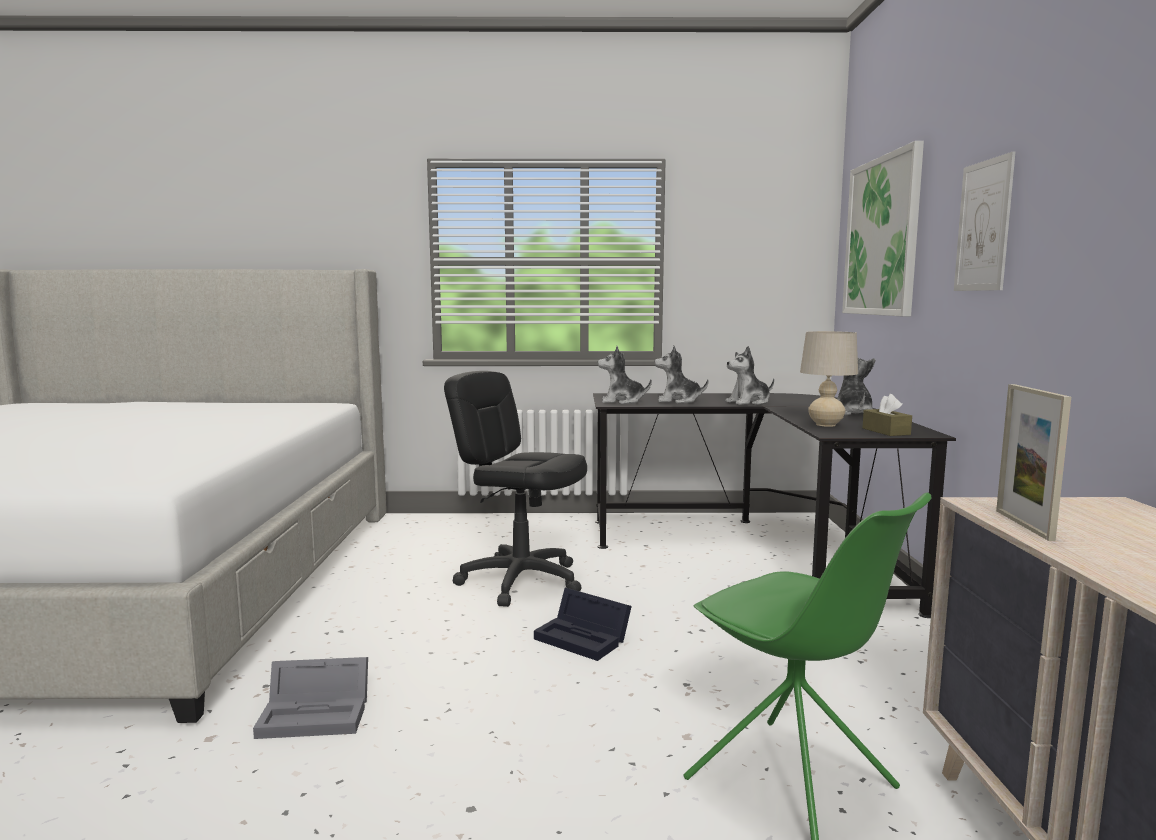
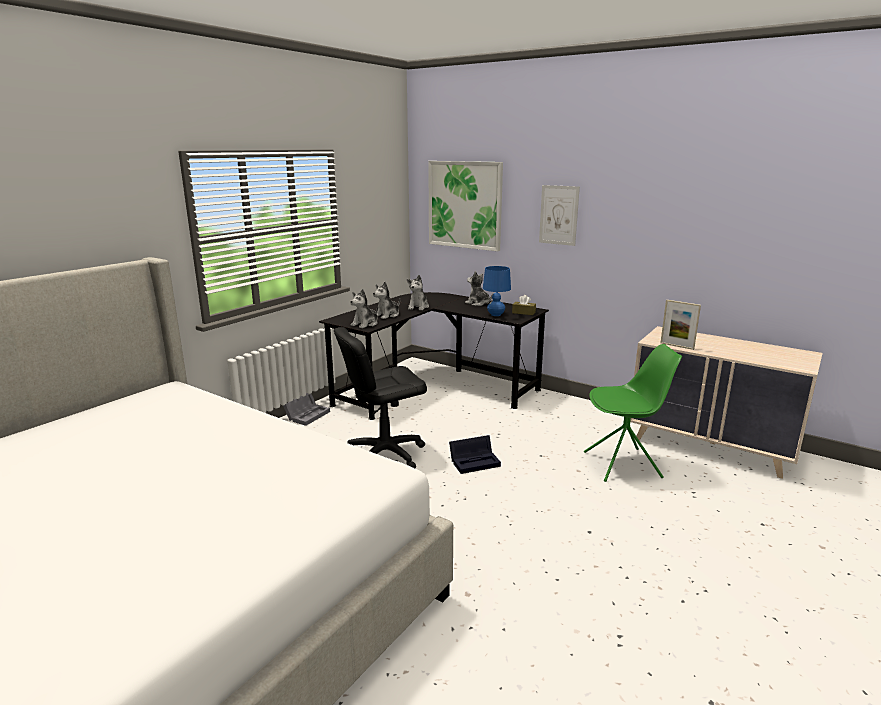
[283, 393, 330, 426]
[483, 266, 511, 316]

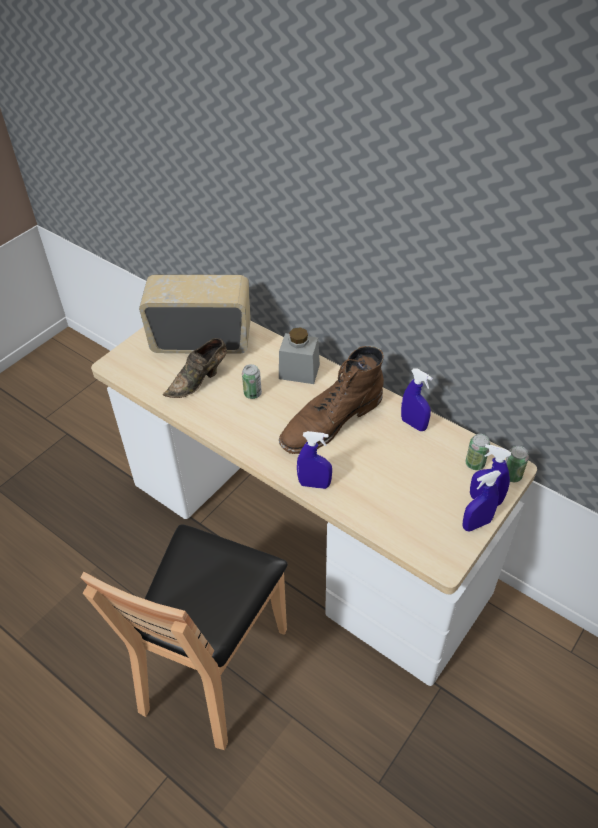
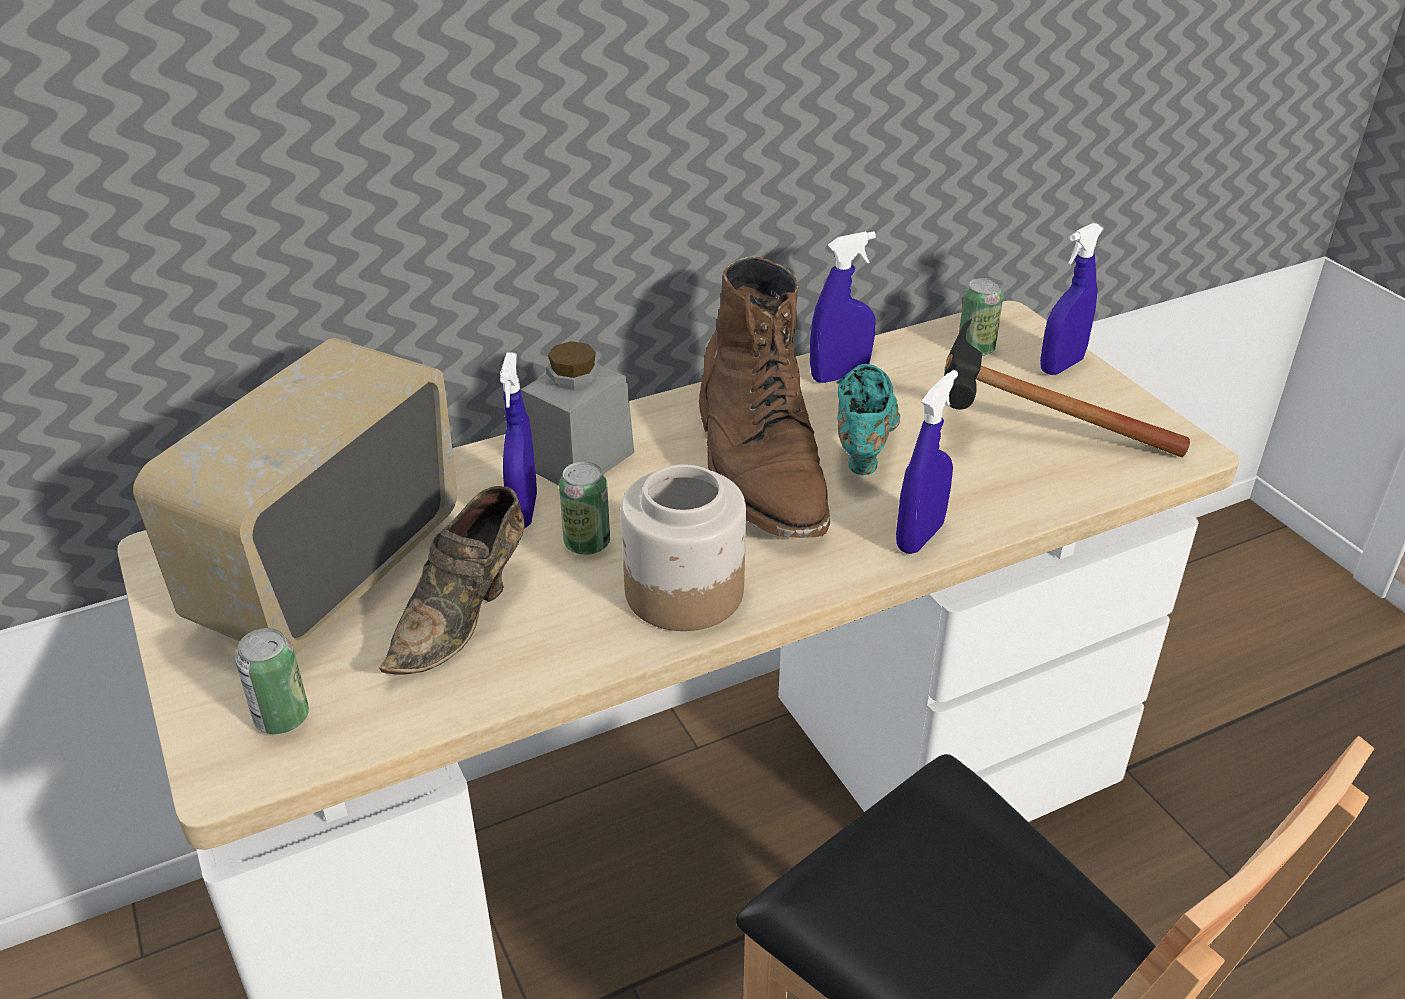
[379, 486, 525, 675]
[500, 352, 537, 528]
[235, 628, 309, 734]
[621, 464, 746, 631]
[836, 364, 900, 475]
[944, 319, 1190, 457]

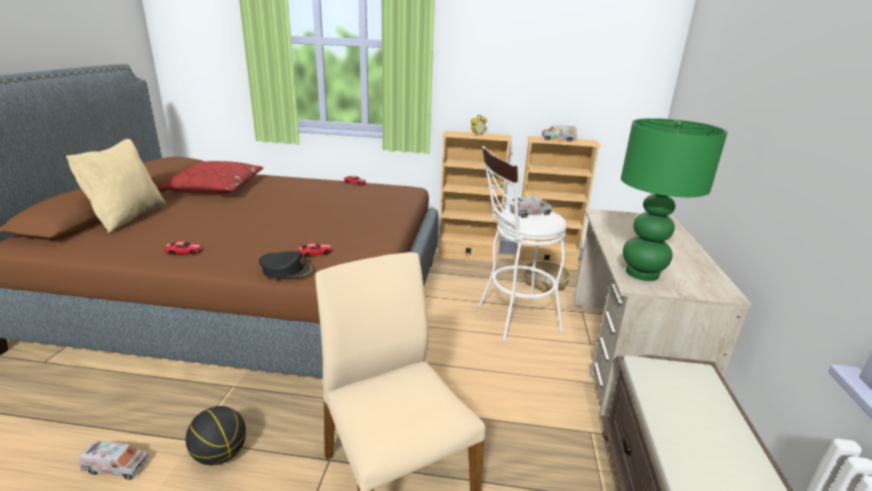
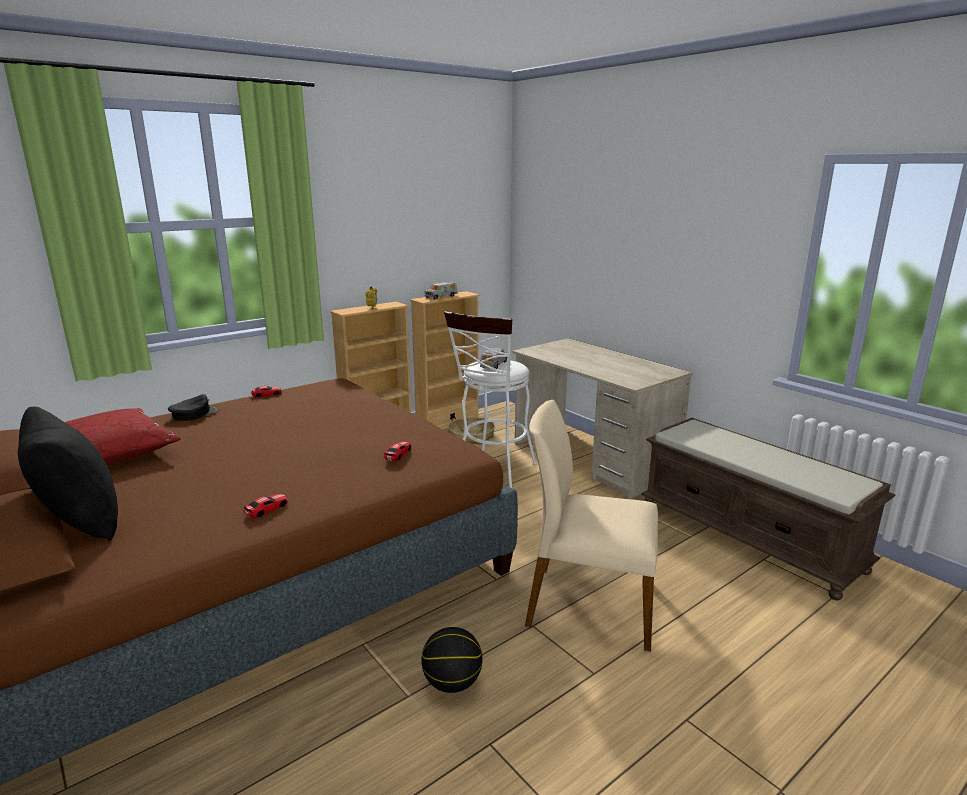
[18, 406, 118, 541]
[79, 441, 149, 480] (first image)
[168, 394, 220, 421]
[621, 118, 728, 281] (first image)

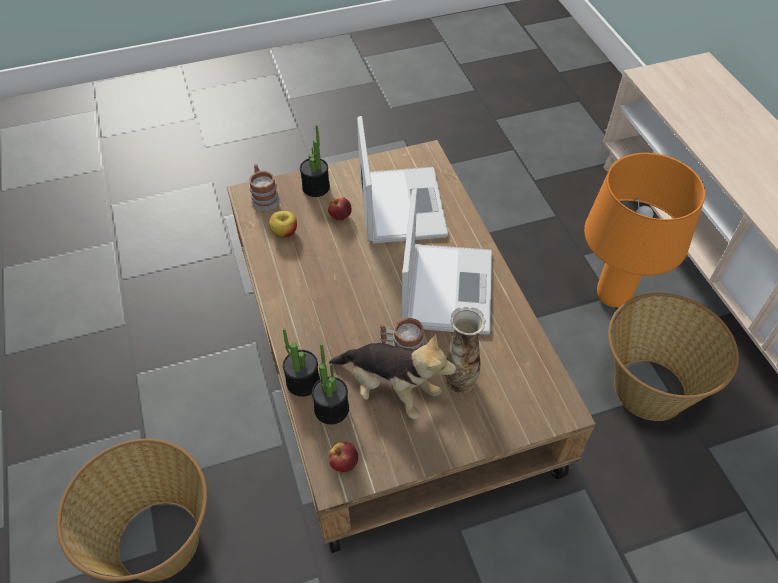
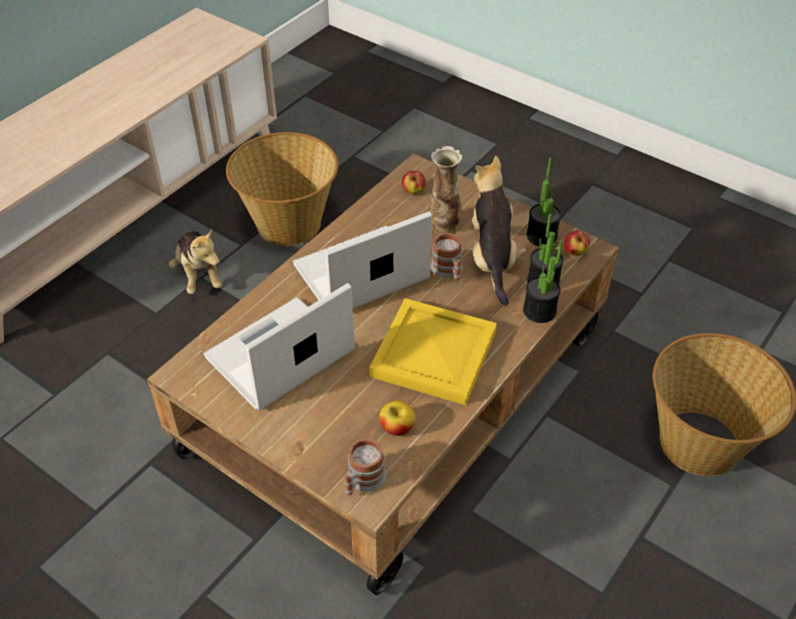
[527, 158, 561, 246]
[402, 171, 426, 194]
[169, 228, 222, 294]
[369, 298, 497, 405]

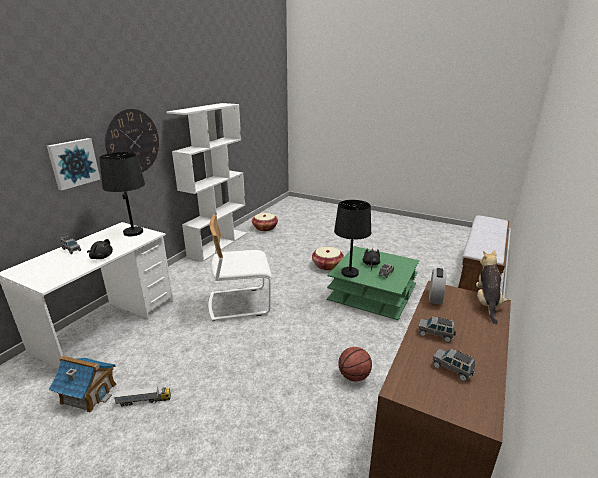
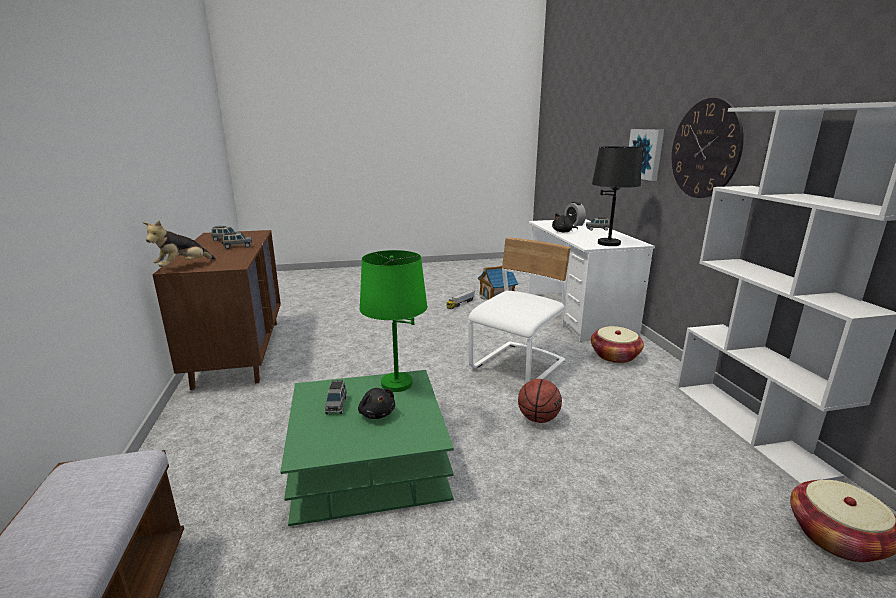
[591, 326, 644, 363]
[360, 250, 427, 392]
[518, 379, 562, 423]
[564, 202, 586, 226]
[143, 220, 216, 267]

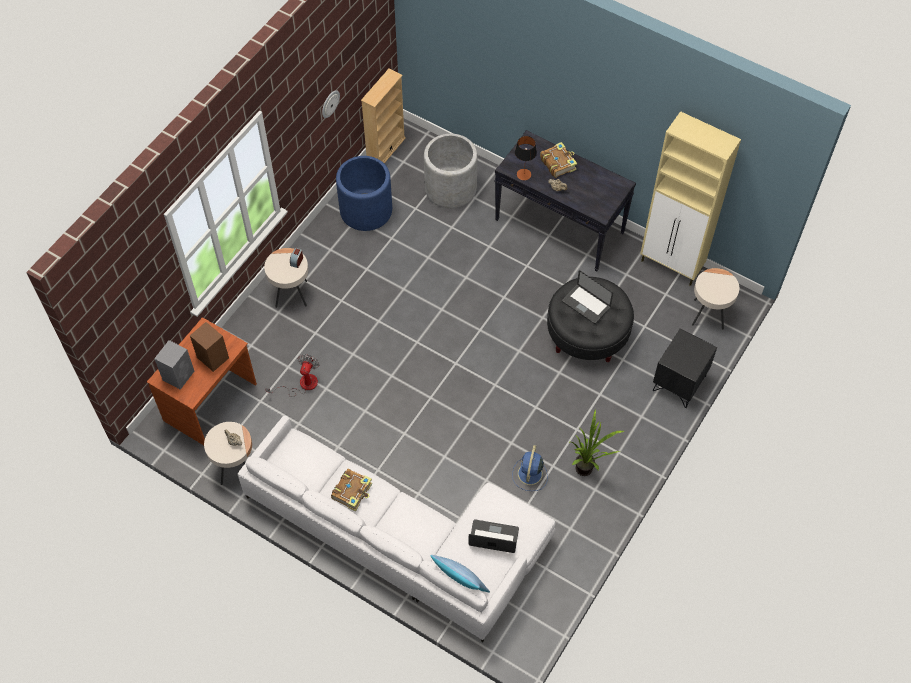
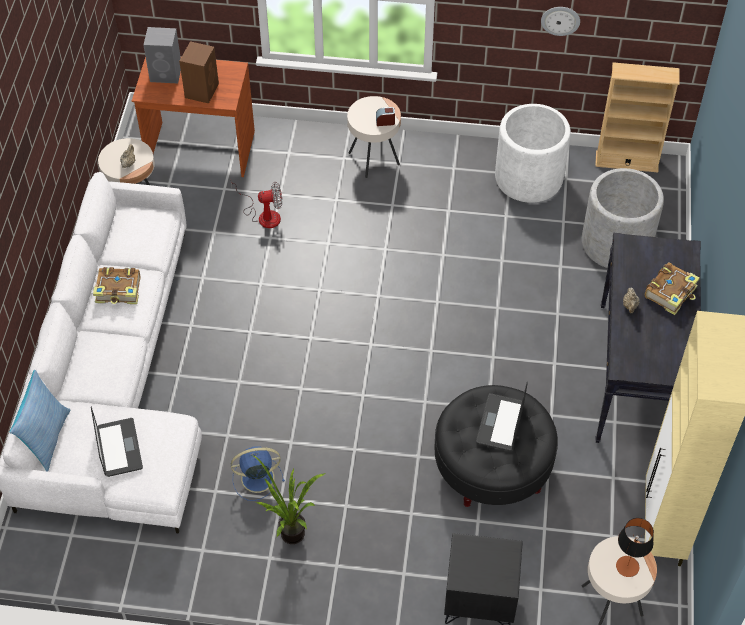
[495, 104, 571, 203]
[616, 518, 654, 577]

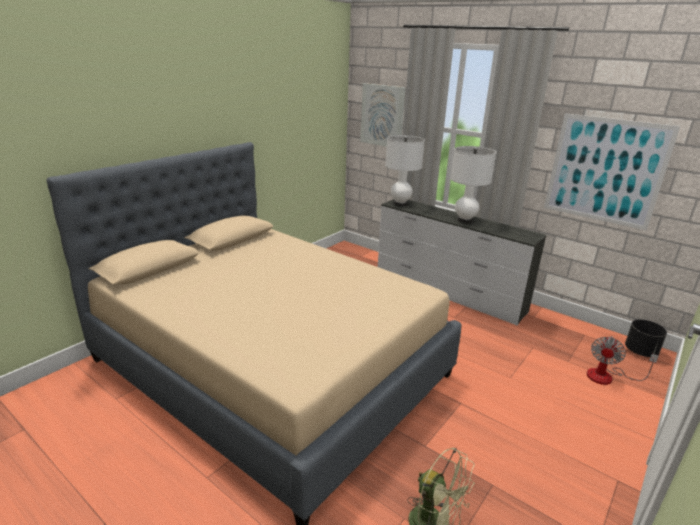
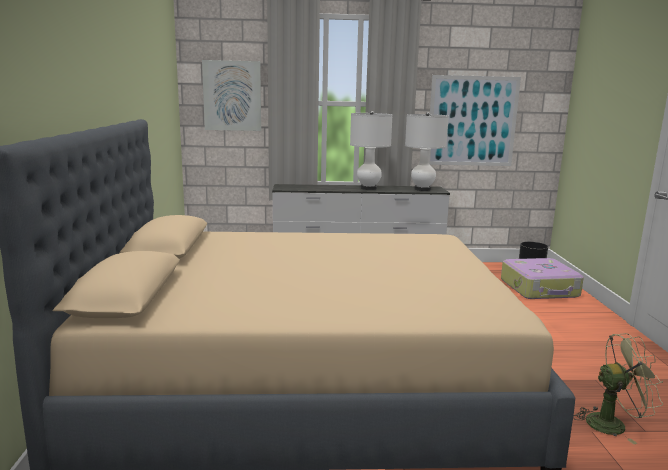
[405, 112, 449, 191]
[501, 258, 584, 299]

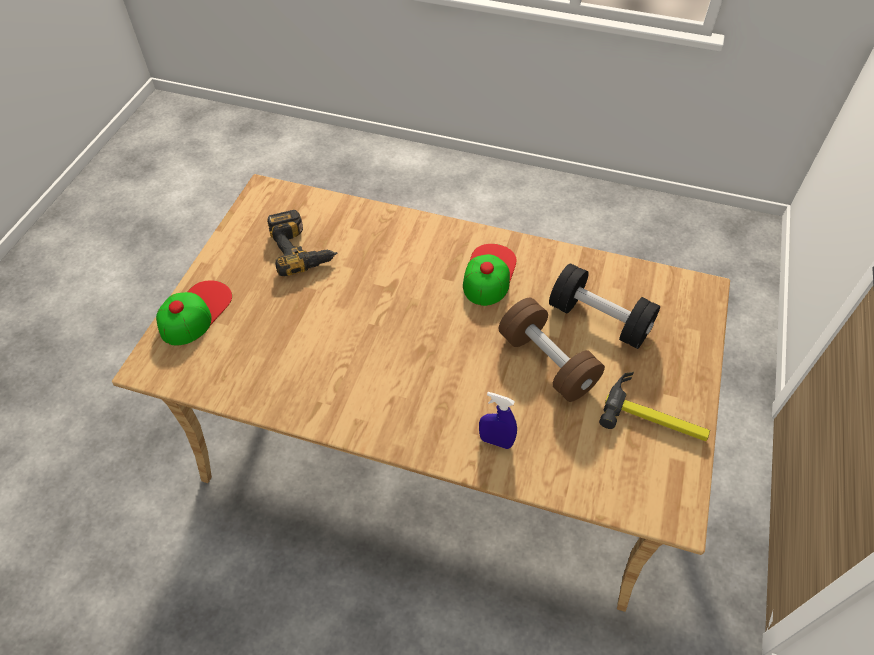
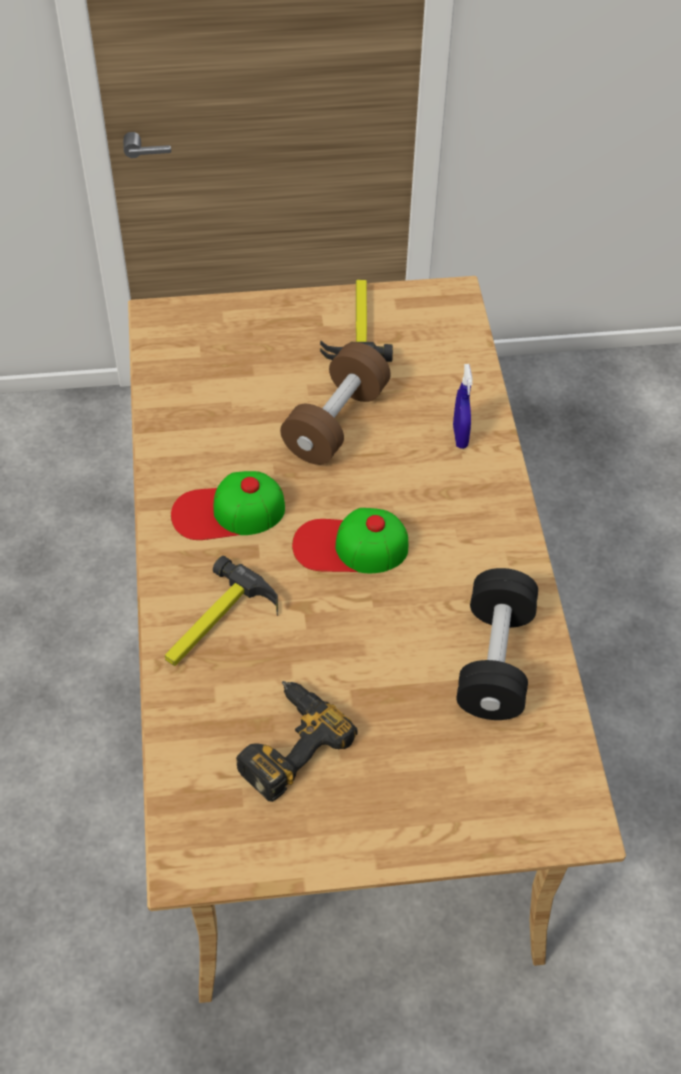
[292, 508, 408, 573]
[456, 568, 538, 720]
[165, 556, 278, 666]

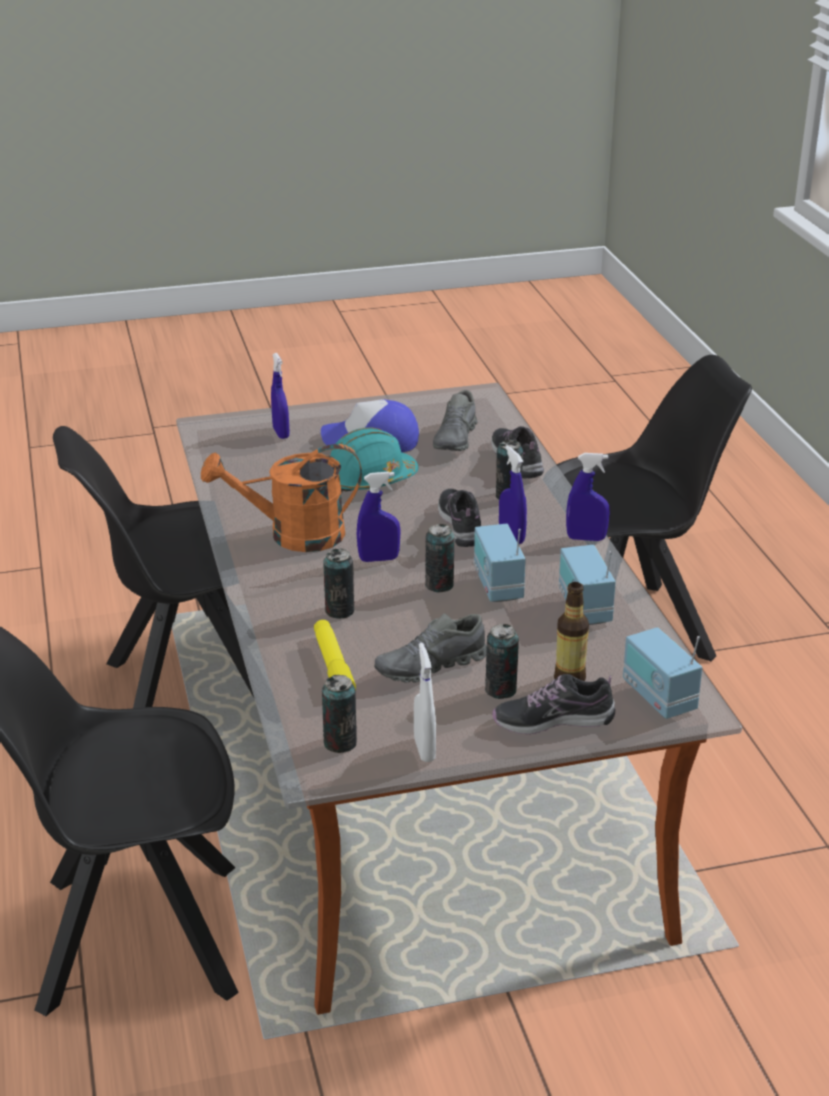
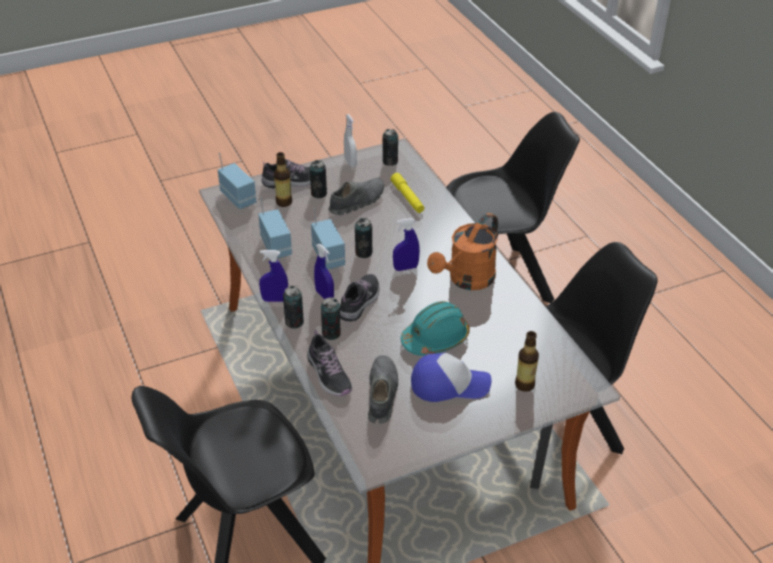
[427, 213, 498, 290]
[515, 331, 539, 392]
[283, 286, 304, 328]
[340, 274, 379, 321]

